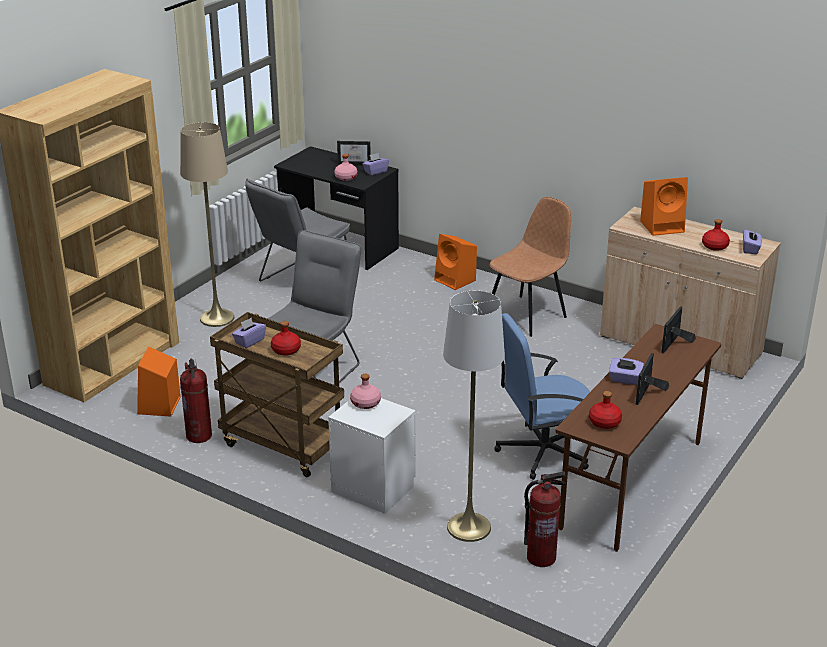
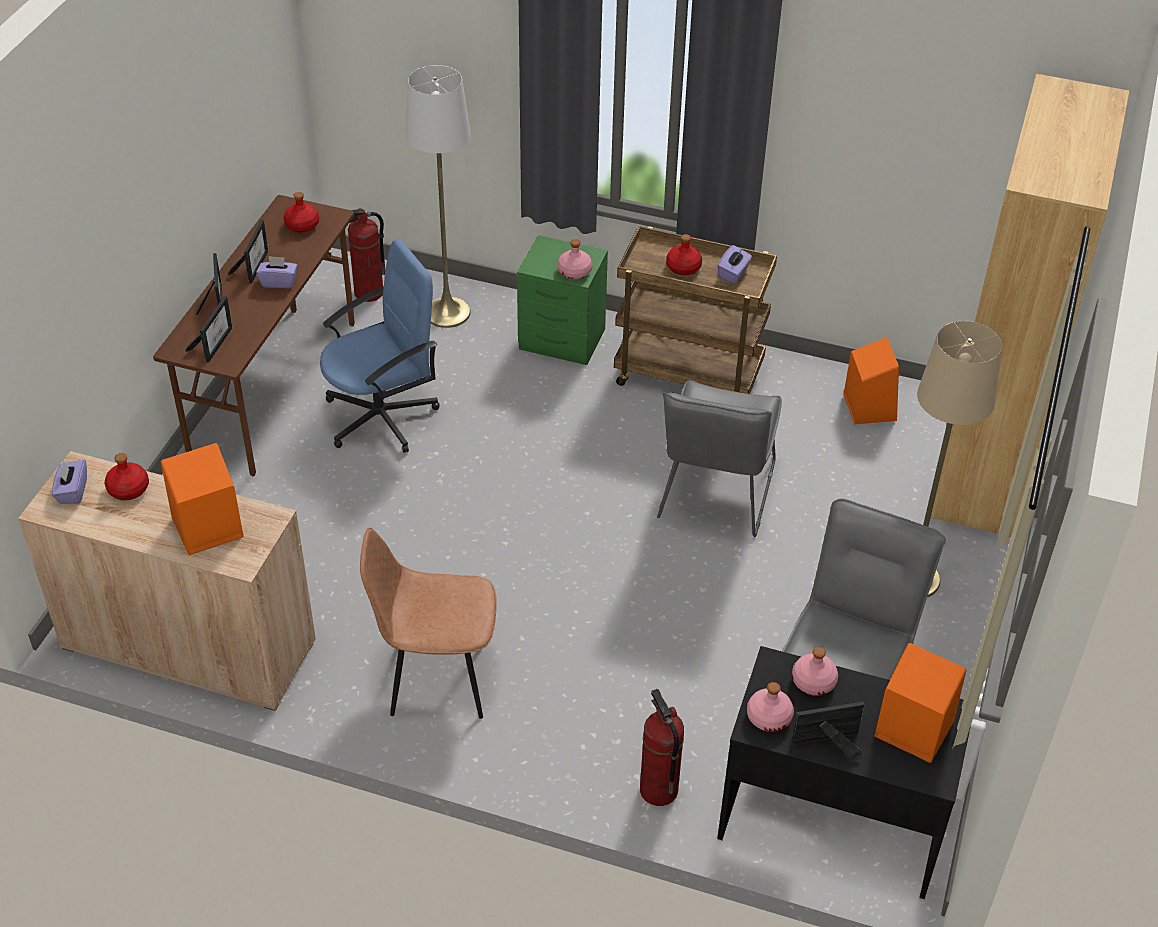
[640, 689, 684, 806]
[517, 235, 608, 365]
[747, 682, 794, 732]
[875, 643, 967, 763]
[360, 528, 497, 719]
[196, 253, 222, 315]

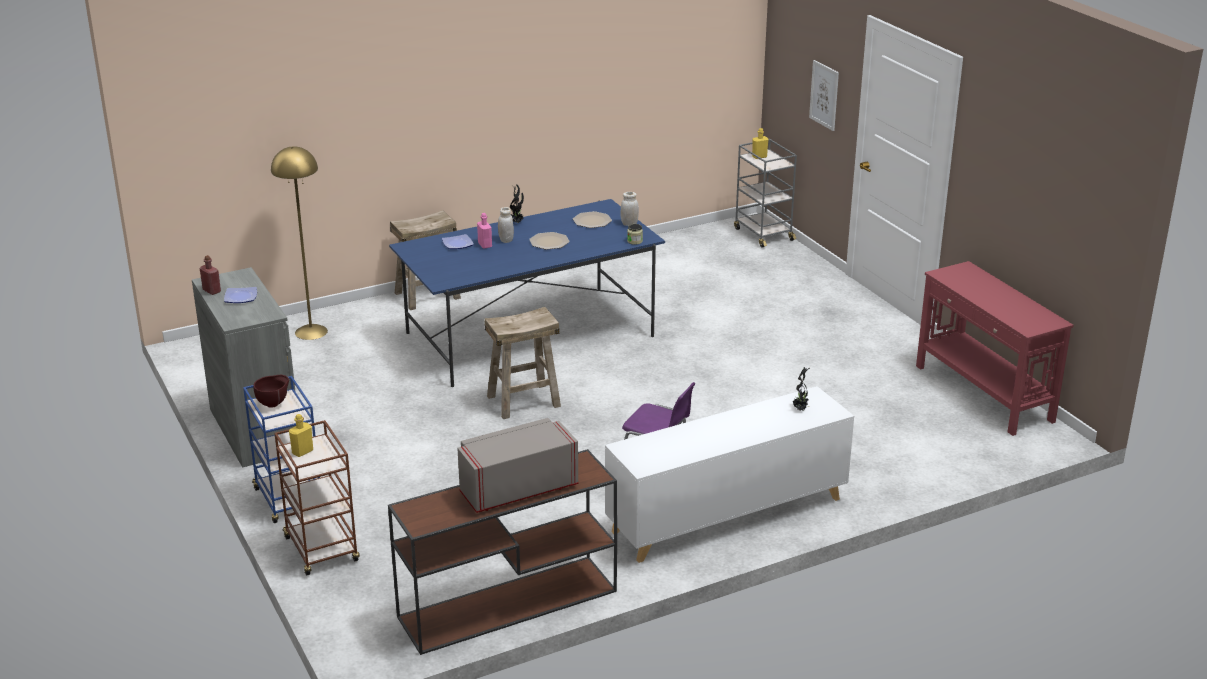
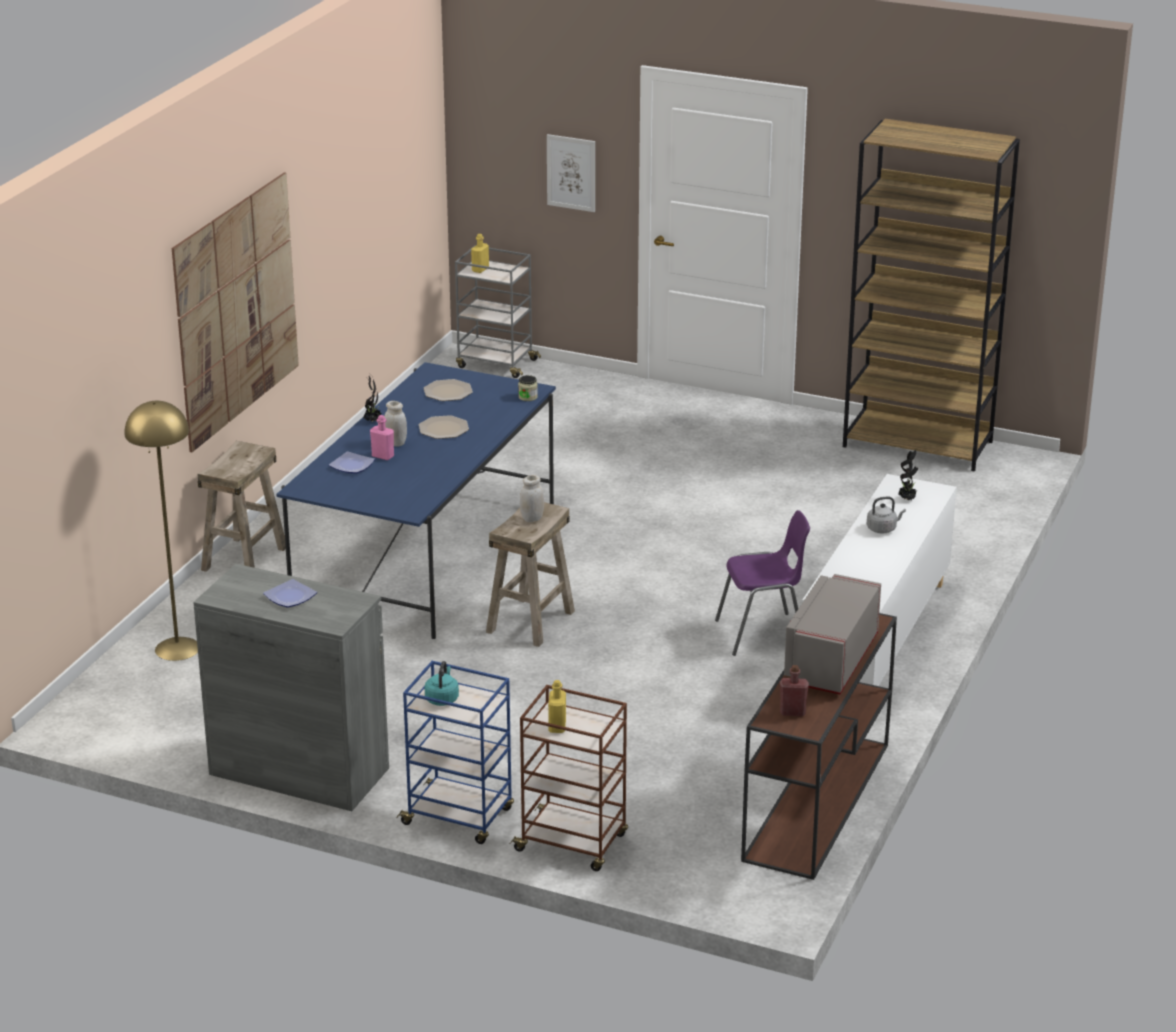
[780, 665, 809, 716]
[425, 661, 459, 706]
[520, 475, 544, 522]
[843, 119, 1020, 472]
[172, 172, 299, 452]
[867, 497, 906, 533]

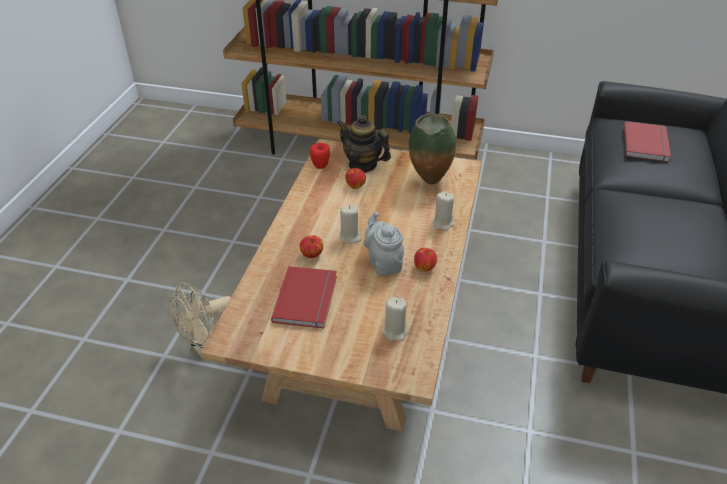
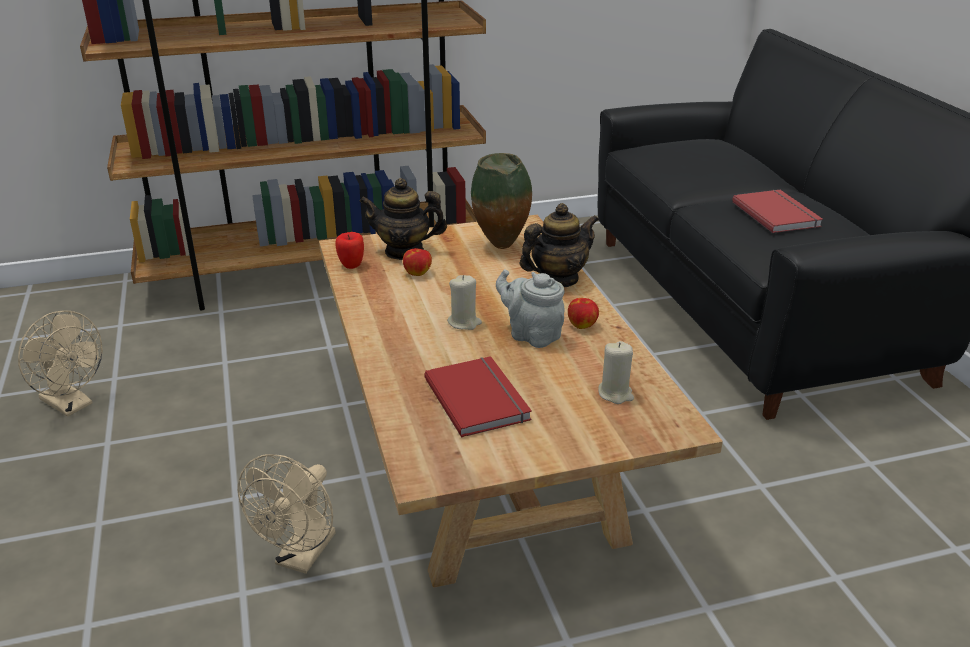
[300, 235, 323, 258] (first image)
[520, 203, 599, 287]
[732, 190, 823, 233]
[18, 310, 103, 417]

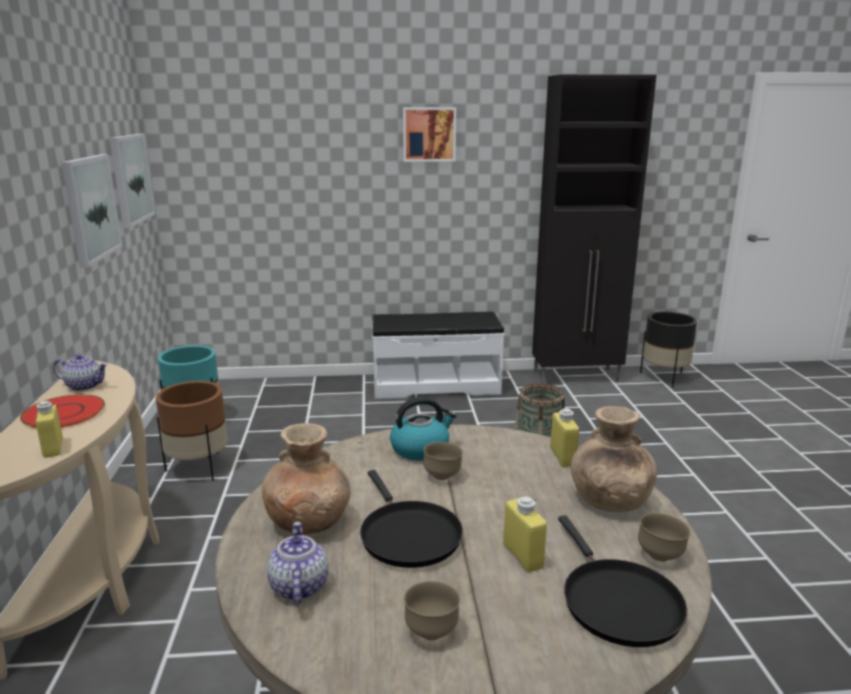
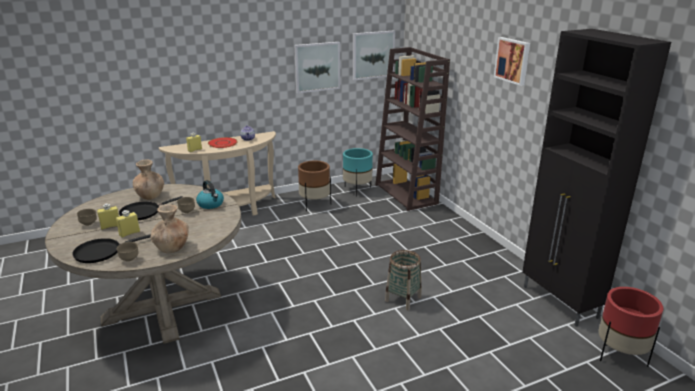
[267, 522, 329, 605] (first image)
[372, 311, 504, 399] (first image)
[97, 204, 119, 230]
[598, 287, 663, 367]
[376, 47, 450, 211]

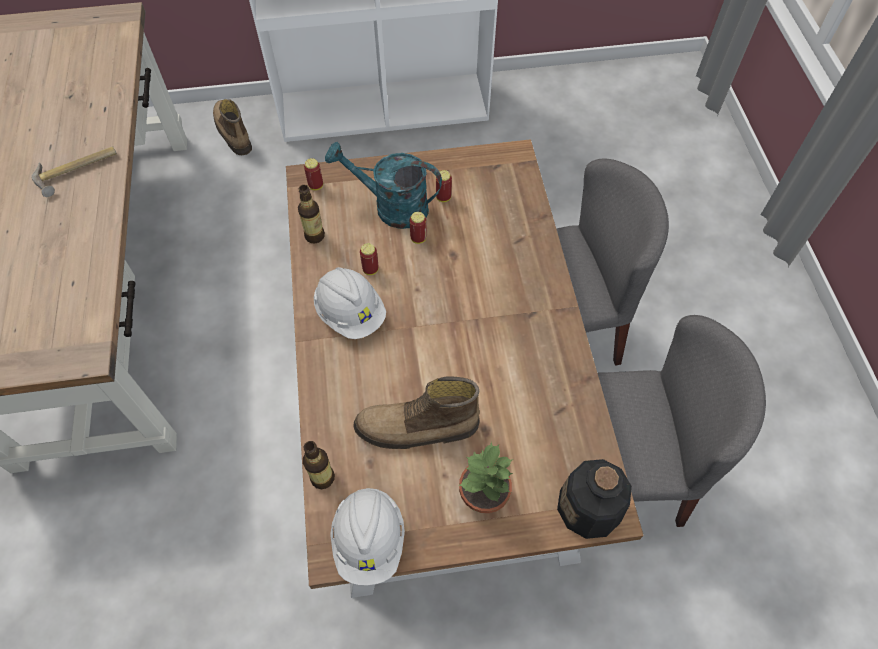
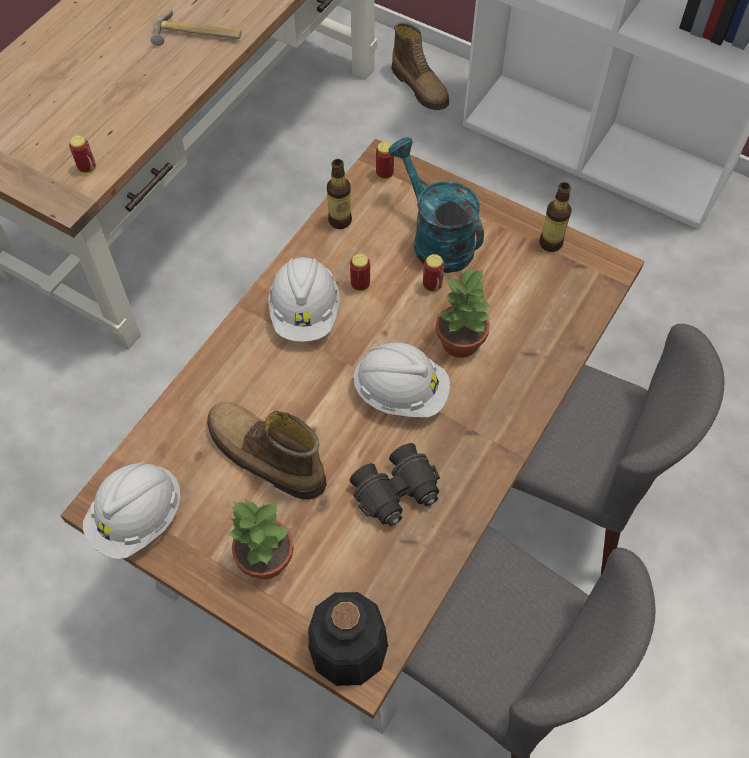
[391, 22, 449, 110]
[539, 182, 572, 252]
[69, 135, 96, 174]
[350, 443, 440, 526]
[352, 343, 450, 418]
[436, 267, 491, 358]

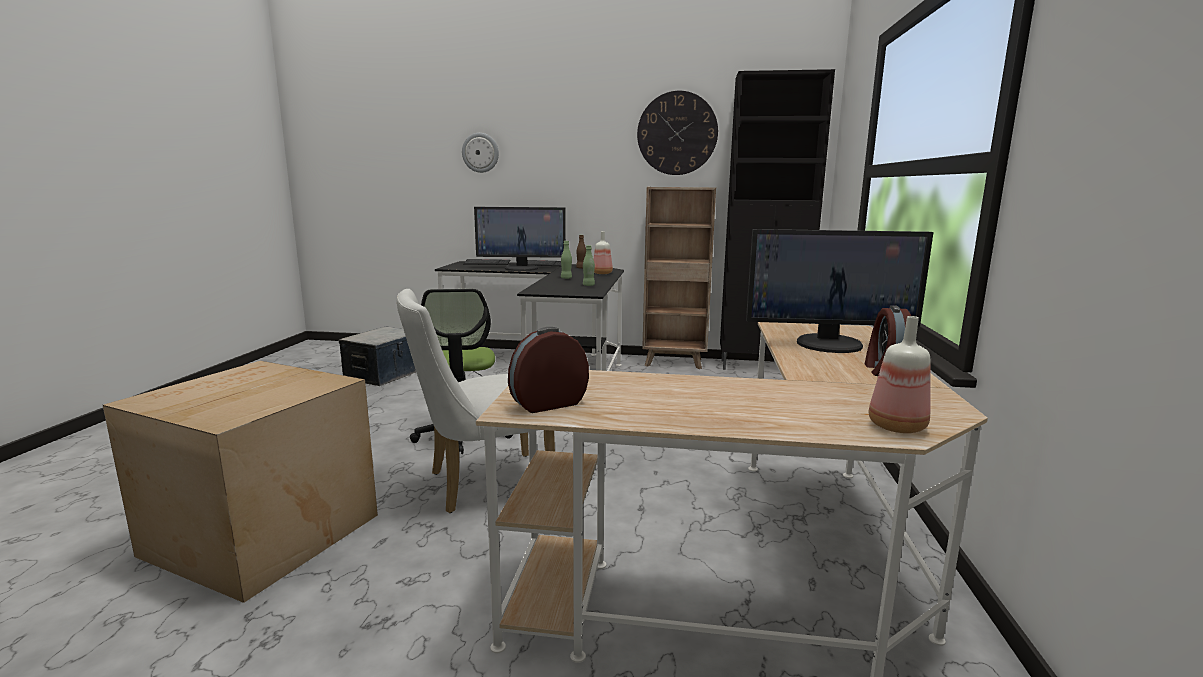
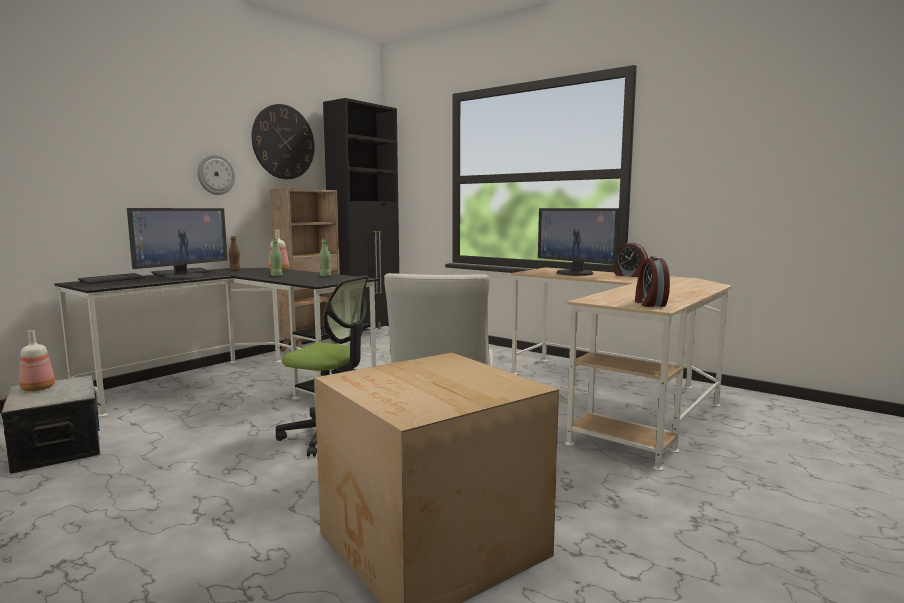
[197, 154, 235, 195]
[538, 208, 620, 276]
[19, 330, 55, 391]

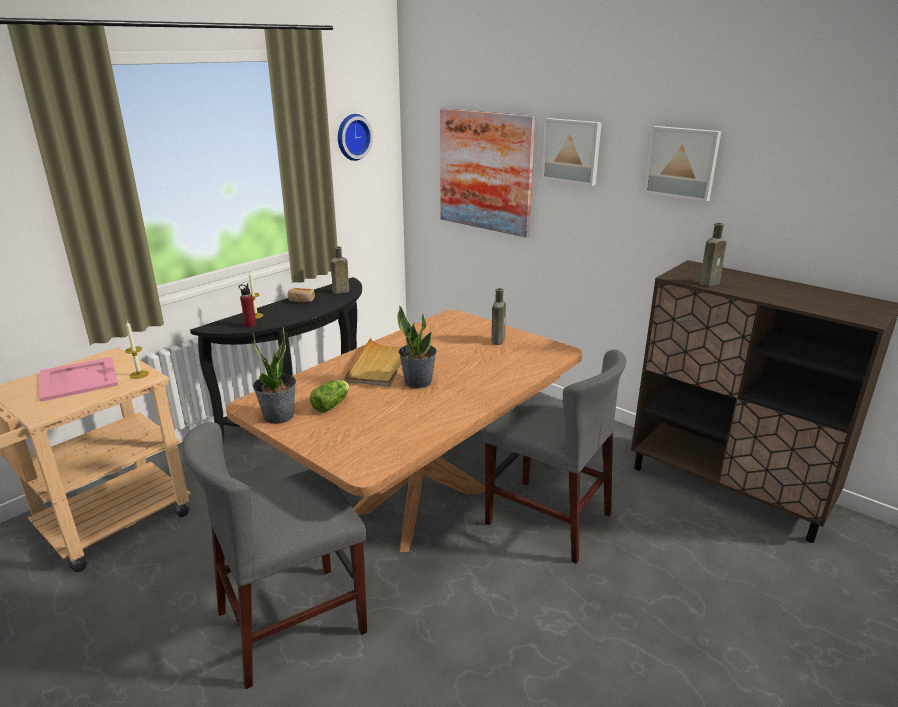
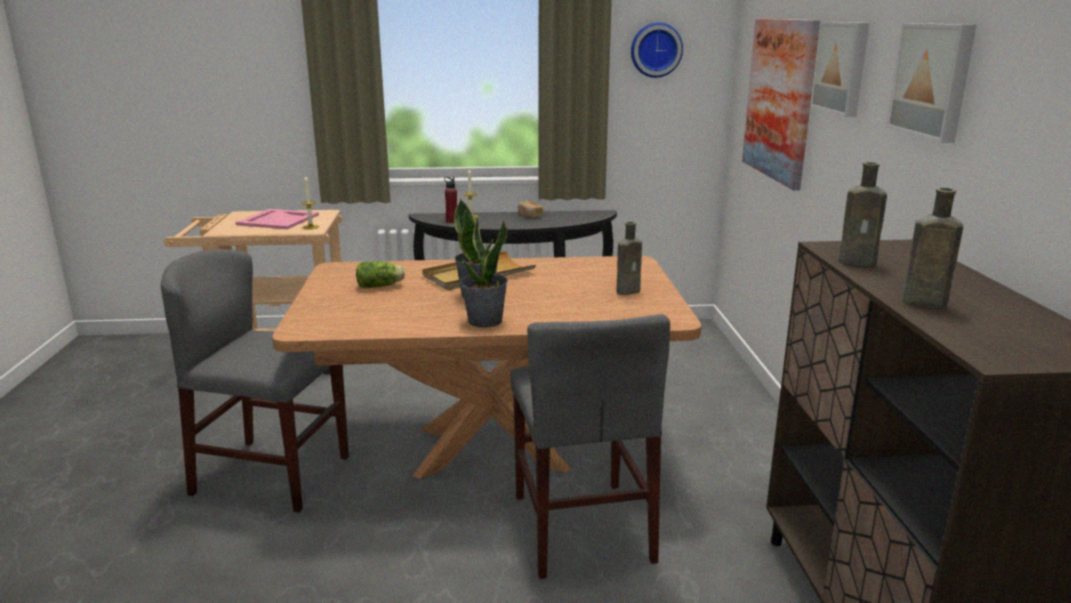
[460, 217, 508, 327]
[902, 188, 963, 308]

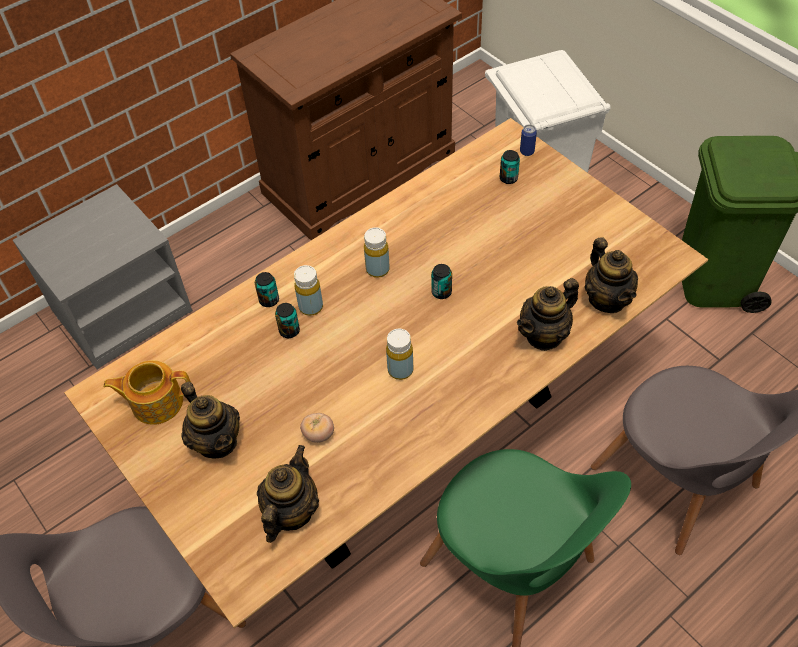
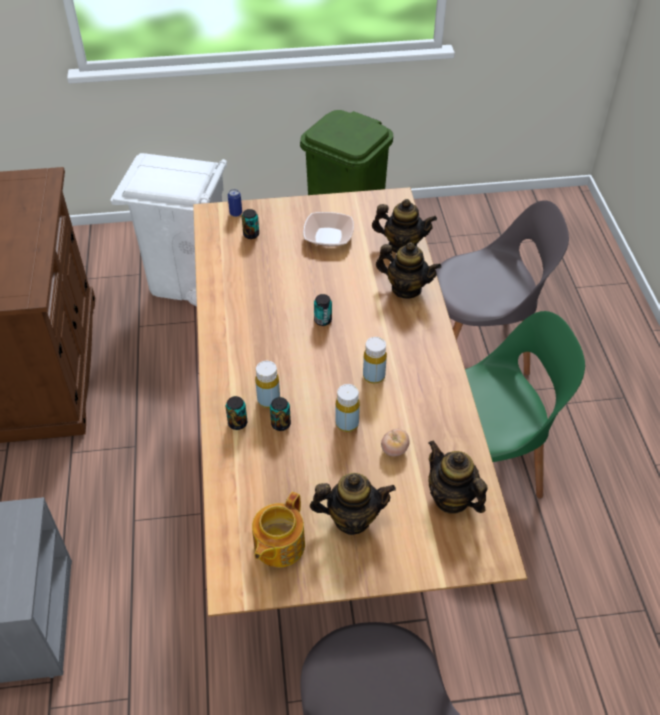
[335, 384, 360, 432]
[376, 242, 441, 299]
[303, 212, 354, 247]

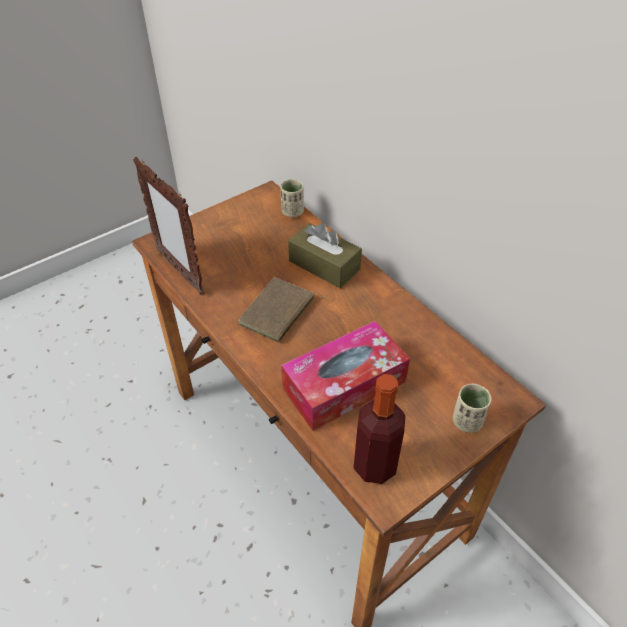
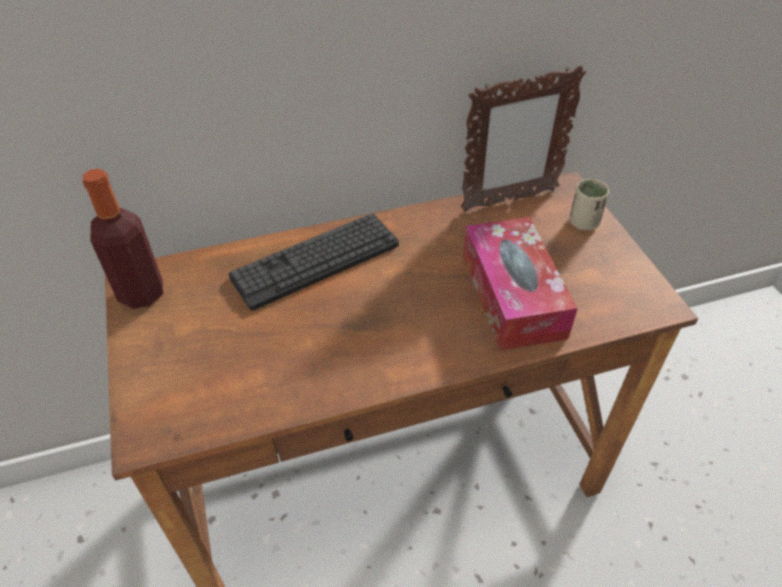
[461, 65, 586, 211]
[238, 277, 327, 343] (first image)
[280, 179, 304, 217] (first image)
[229, 213, 399, 311]
[83, 169, 164, 309]

